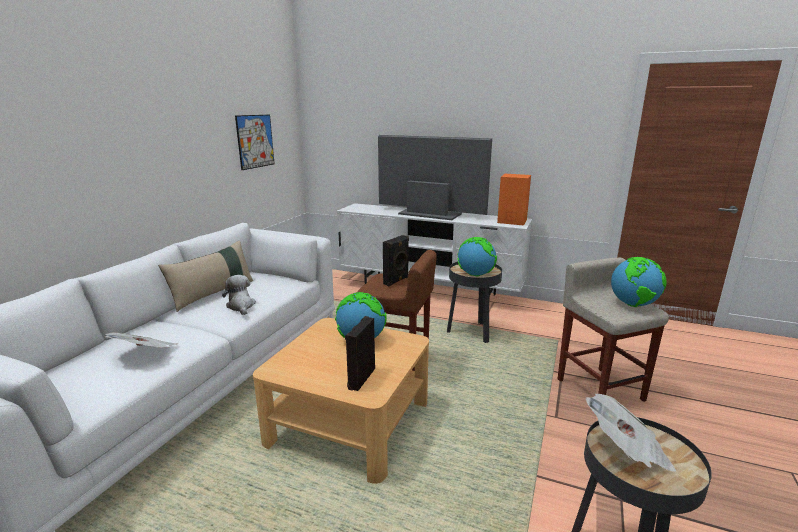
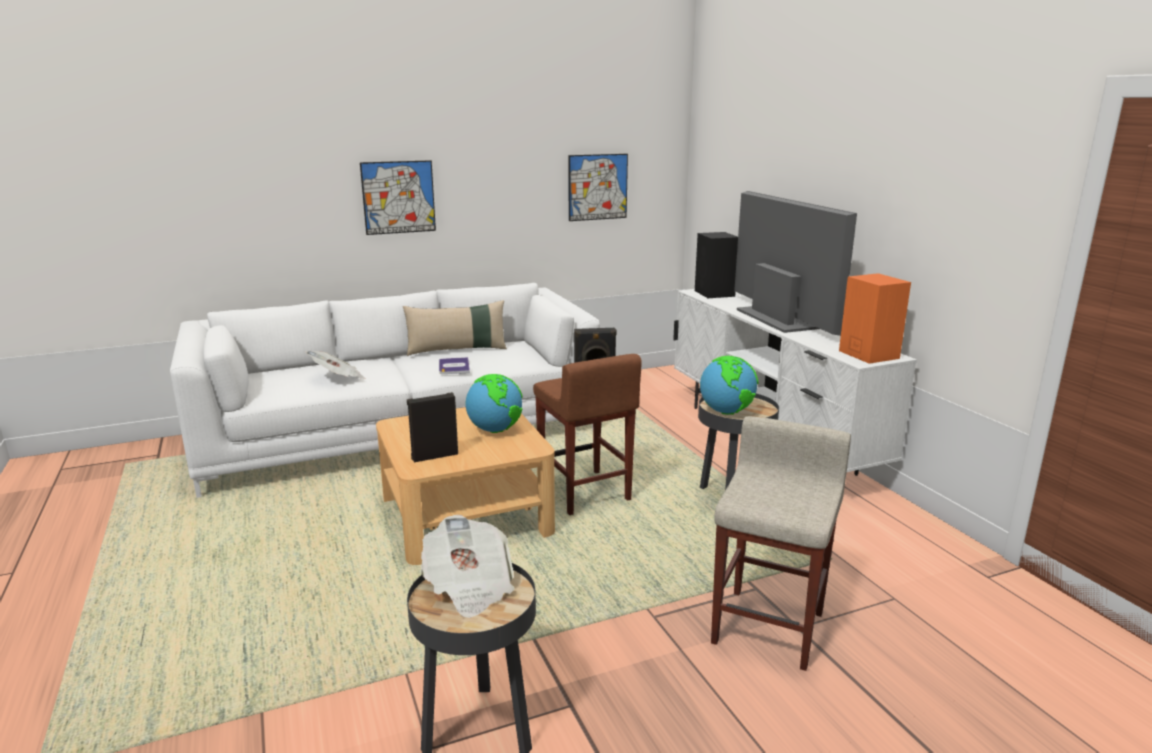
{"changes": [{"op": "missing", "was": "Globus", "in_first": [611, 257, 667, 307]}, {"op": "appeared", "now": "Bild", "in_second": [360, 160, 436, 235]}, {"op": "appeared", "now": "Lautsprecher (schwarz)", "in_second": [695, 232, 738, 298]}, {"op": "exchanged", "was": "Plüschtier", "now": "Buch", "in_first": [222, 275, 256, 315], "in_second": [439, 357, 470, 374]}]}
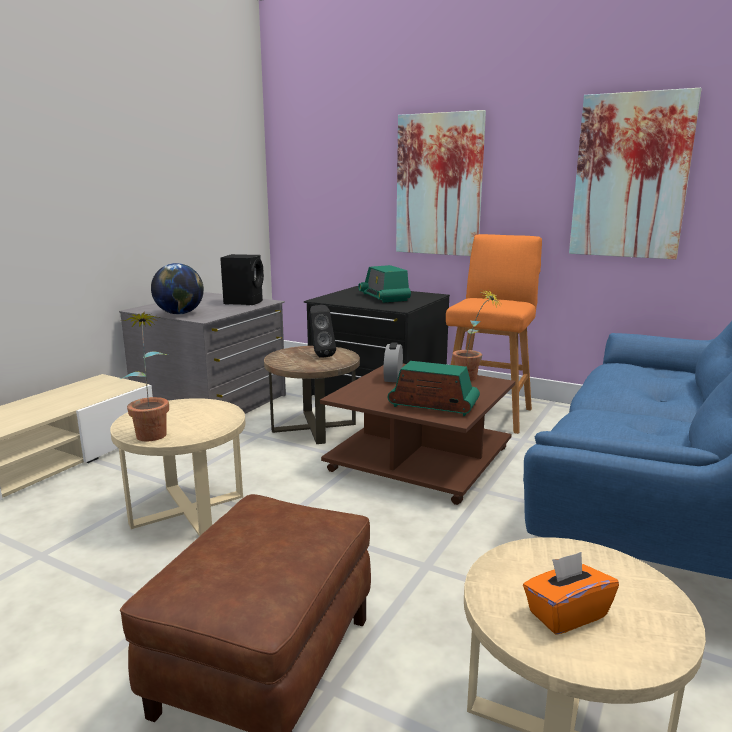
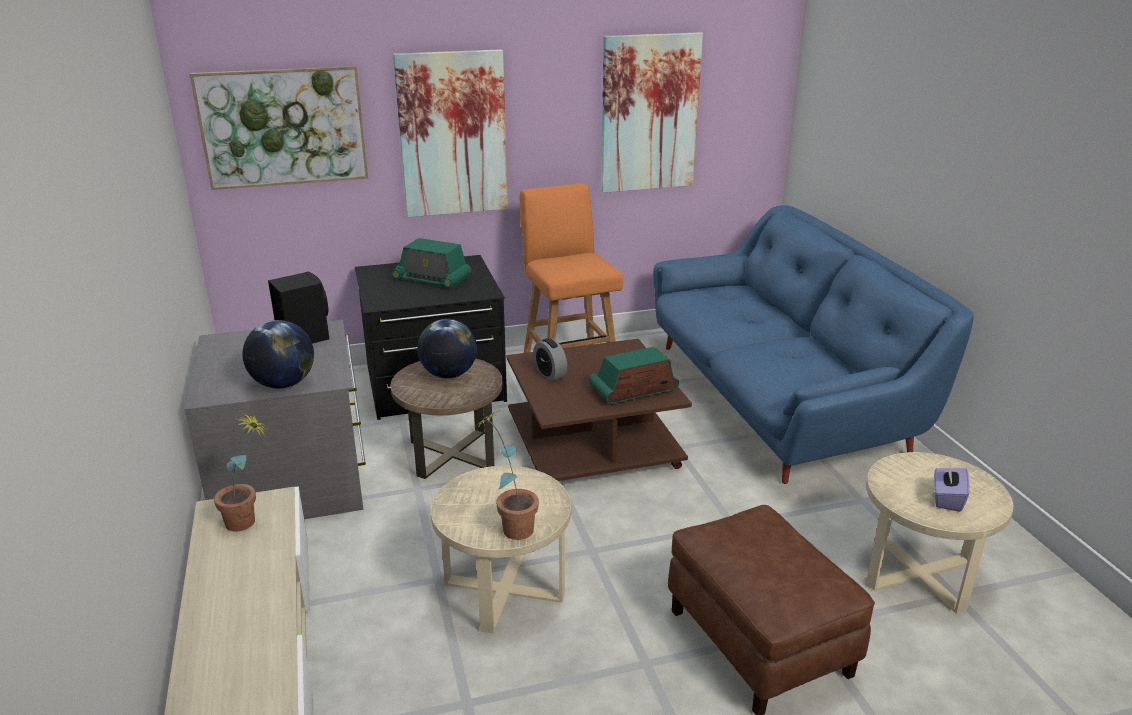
{"changes": [{"op": "appeared", "now": "Bild", "in_second": [190, 66, 368, 190]}, {"op": "relocated", "was": "Topfpflanze", "in_first": [453, 290, 500, 381], "in_second": [214, 414, 268, 531]}, {"op": "exchanged", "was": "Lautsprecher (schwarz)", "now": "Globus", "in_first": [309, 305, 336, 358], "in_second": [417, 319, 477, 378]}, {"op": "colour", "was": "Taschentuchbox (orange)", "now": "Taschentuchbox (lila)", "in_first": [523, 552, 619, 635], "in_second": [934, 464, 969, 512]}]}
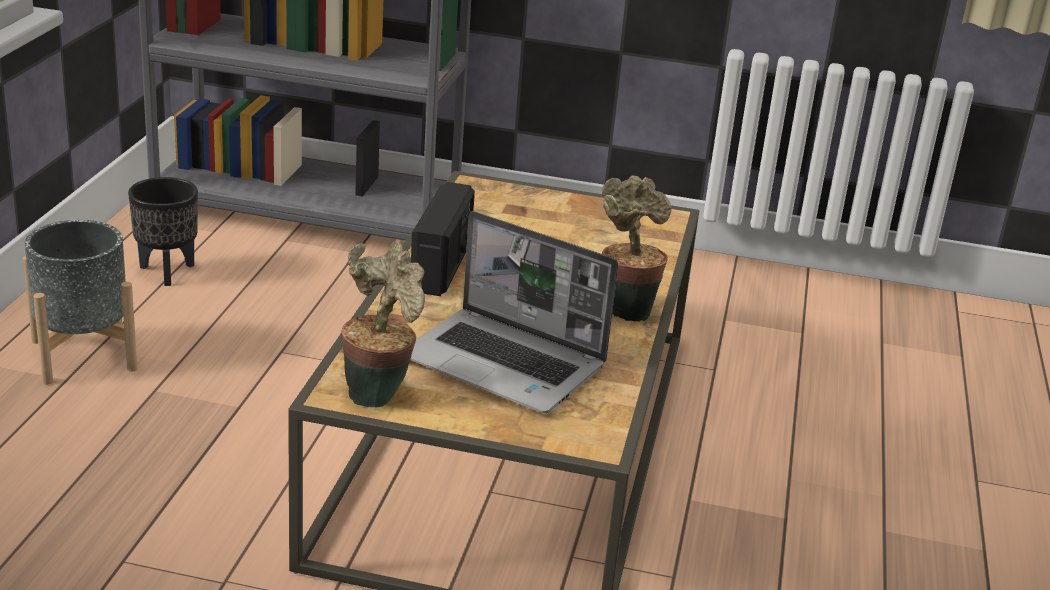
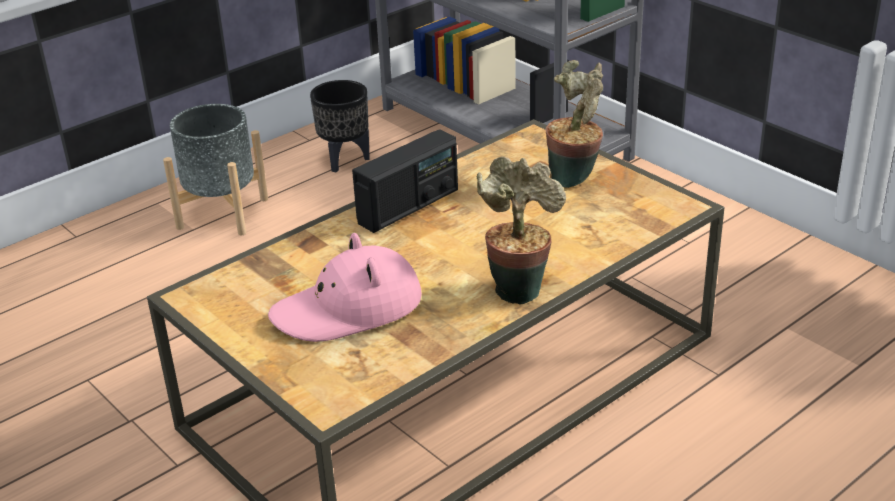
{"changes": [{"op": "relocated", "was": "Topfpflanze", "in_first": [342, 241, 425, 407], "in_second": [545, 60, 603, 188]}, {"op": "exchanged", "was": "Laptop", "now": "Hut (rosa)", "in_first": [410, 211, 618, 413], "in_second": [268, 233, 422, 342]}]}
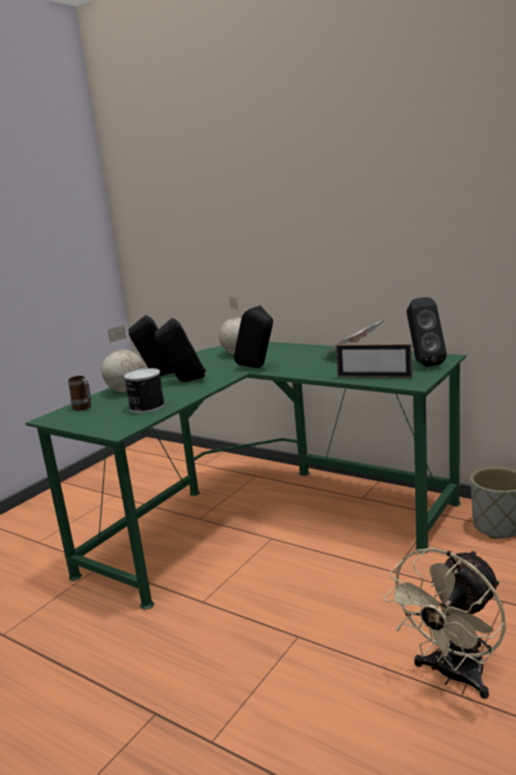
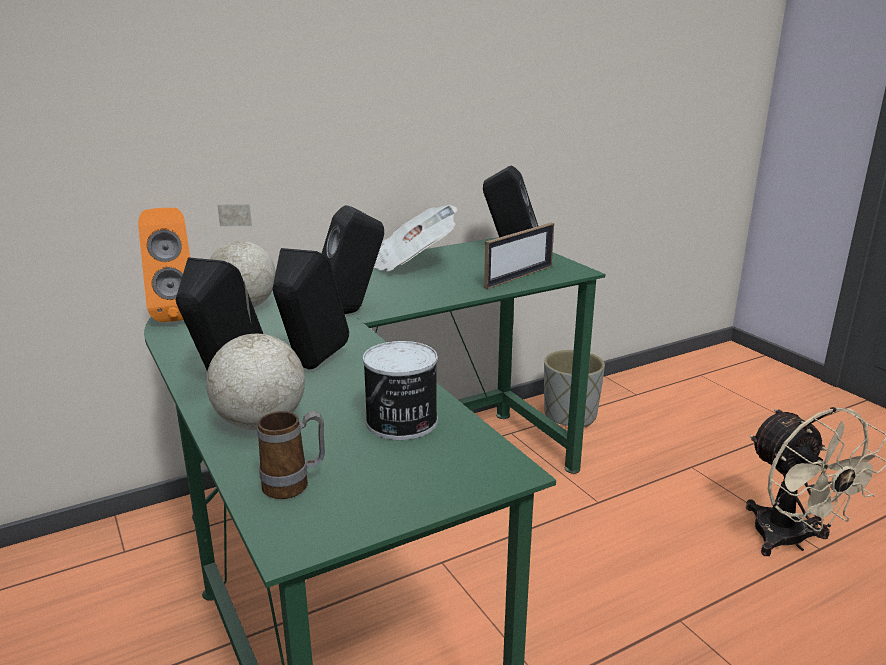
{"changes": [{"op": "appeared", "now": "Lautsprecher (orange)", "in_second": [138, 208, 190, 322]}]}
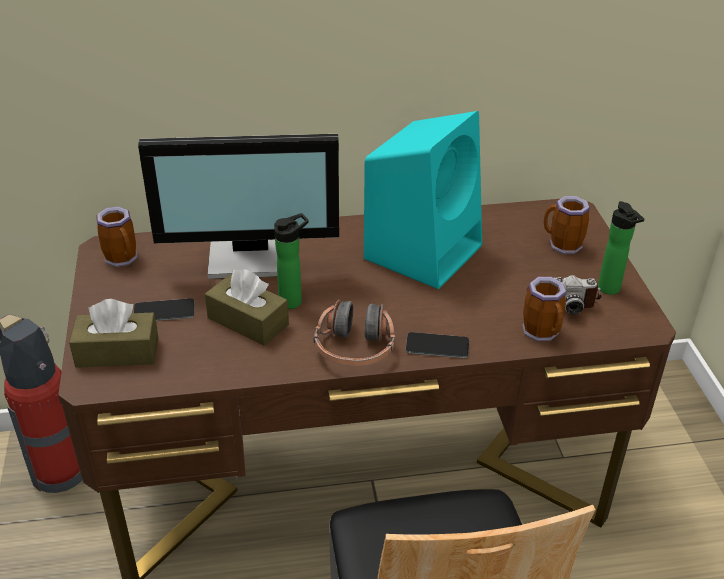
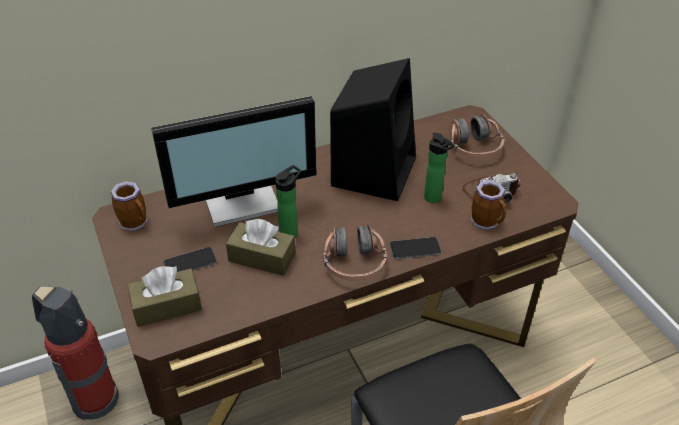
{"changes": [{"op": "relocated", "was": "Flasche", "in_first": [598, 201, 644, 295], "in_second": [424, 133, 455, 203]}, {"op": "exchanged", "was": "Henkelbecher", "now": "Kopfhörer", "in_first": [544, 196, 590, 254], "in_second": [449, 114, 505, 158]}, {"op": "colour", "was": "Lautsprecher (türkis)", "now": "Lautsprecher (schwarz)", "in_first": [364, 111, 482, 289], "in_second": [330, 58, 416, 201]}]}
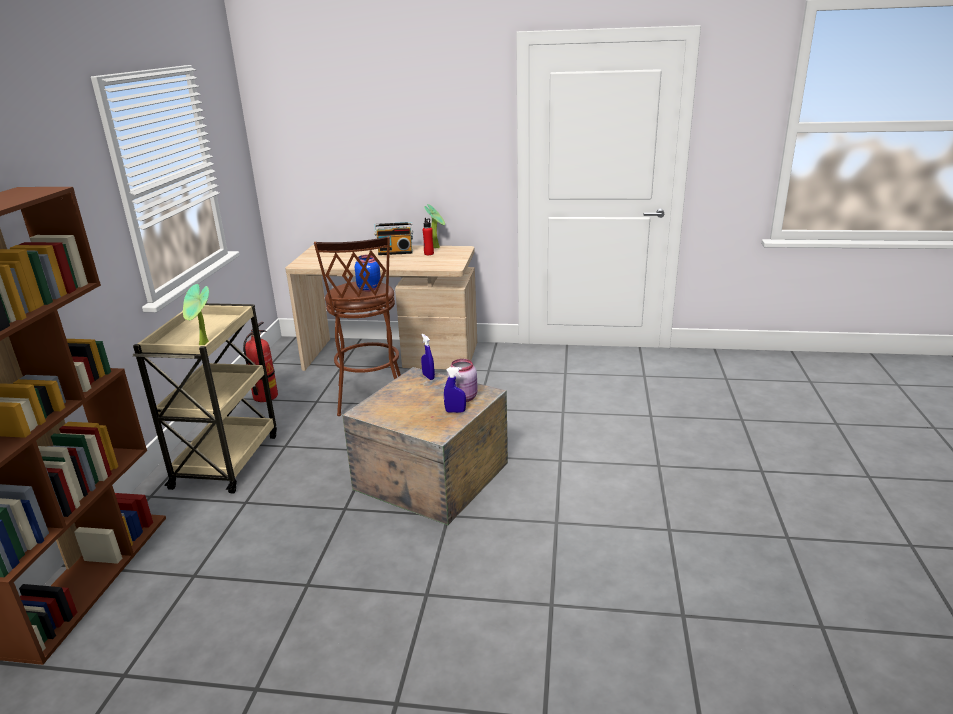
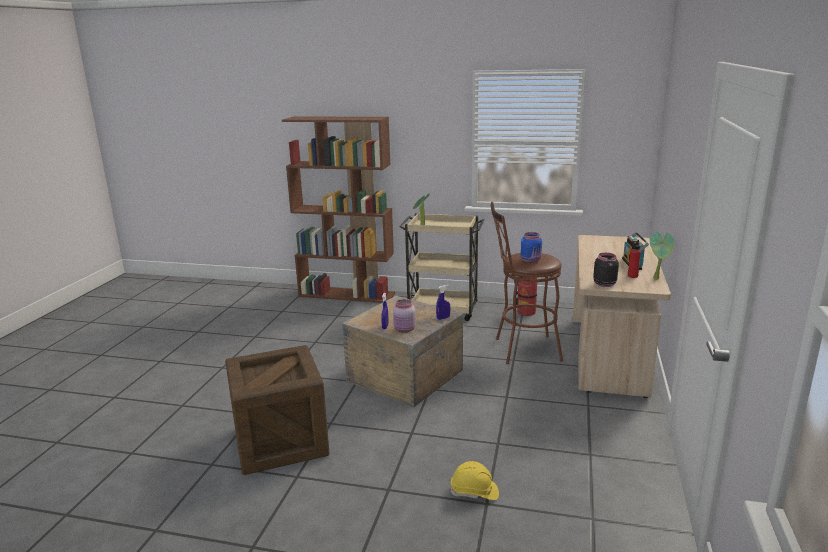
{"changes": [{"op": "appeared", "now": "Kiste", "in_second": [225, 345, 330, 475]}, {"op": "appeared", "now": "Schutzhelm (gelb)", "in_second": [450, 461, 499, 500]}, {"op": "appeared", "now": "Vorratsglas (schwarz)", "in_second": [593, 253, 619, 287]}]}
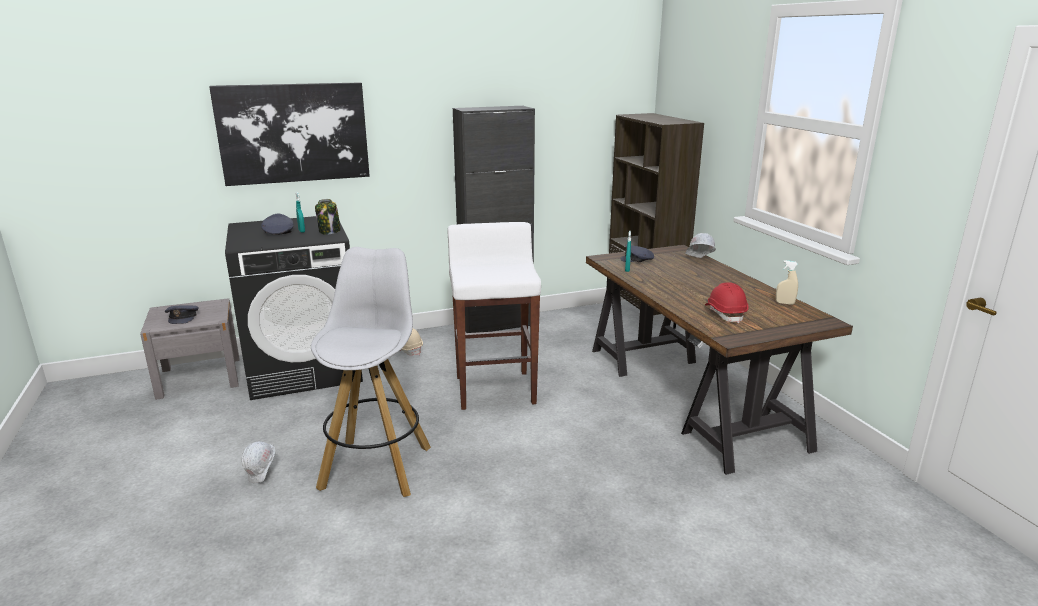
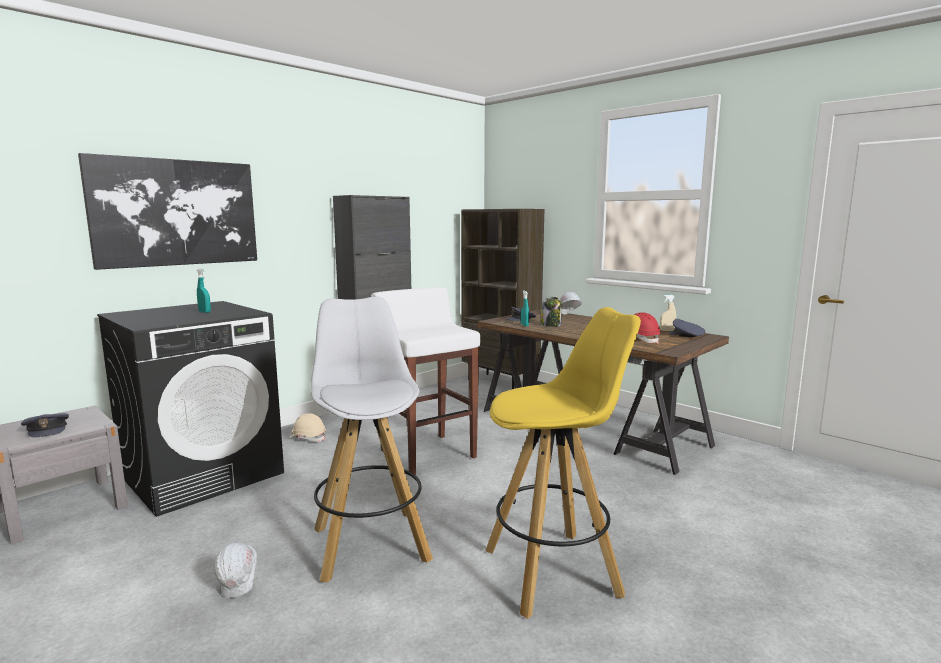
{"changes": [{"op": "appeared", "now": "Hocker (gelb)", "in_second": [485, 307, 641, 619]}, {"op": "relocated", "was": "Kappe (grau)", "in_first": [261, 213, 294, 235], "in_second": [669, 319, 705, 337]}, {"op": "relocated", "was": "Vorratsglas", "in_first": [315, 199, 341, 235], "in_second": [541, 297, 562, 327]}]}
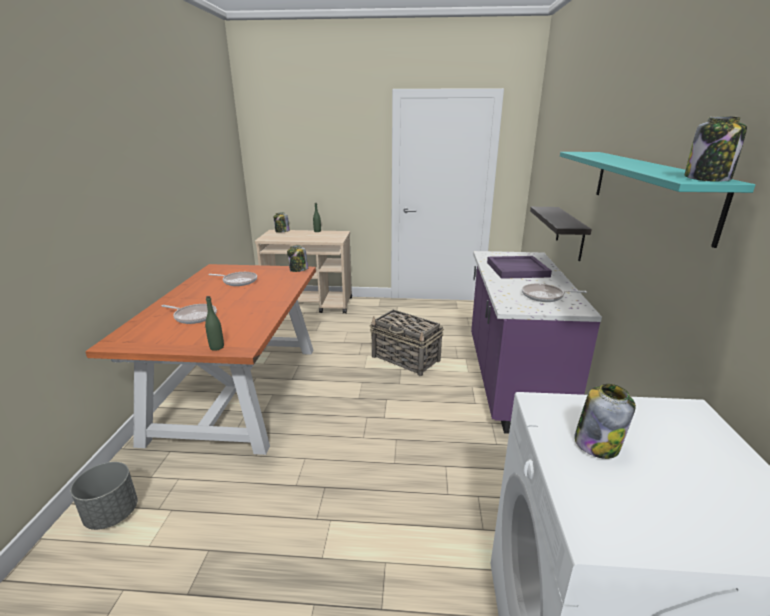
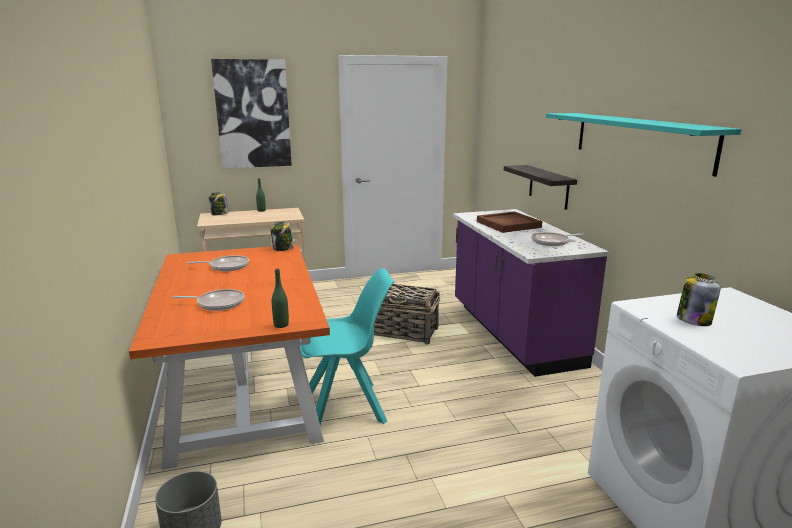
{"changes": [{"op": "missing", "was": "Vorratsglas", "in_first": [684, 116, 747, 182]}, {"op": "appeared", "now": "Bild", "in_second": [211, 59, 292, 168]}, {"op": "appeared", "now": "Stuhl (türkis)", "in_second": [300, 268, 394, 425]}, {"op": "colour", "was": "Tablett (lila)", "now": "Tablett (braun)", "in_first": [487, 256, 552, 279], "in_second": [477, 211, 542, 233]}]}
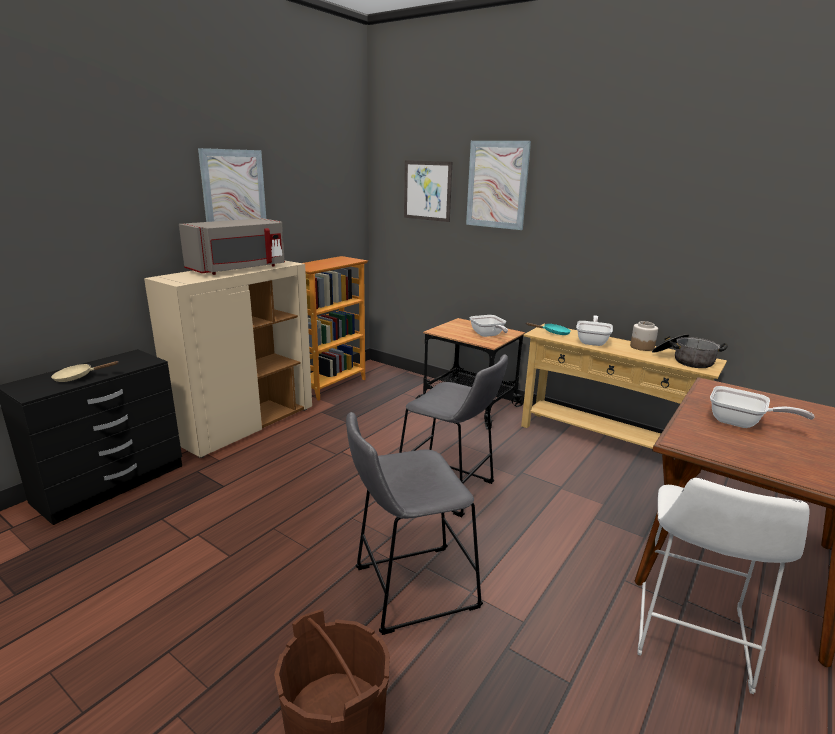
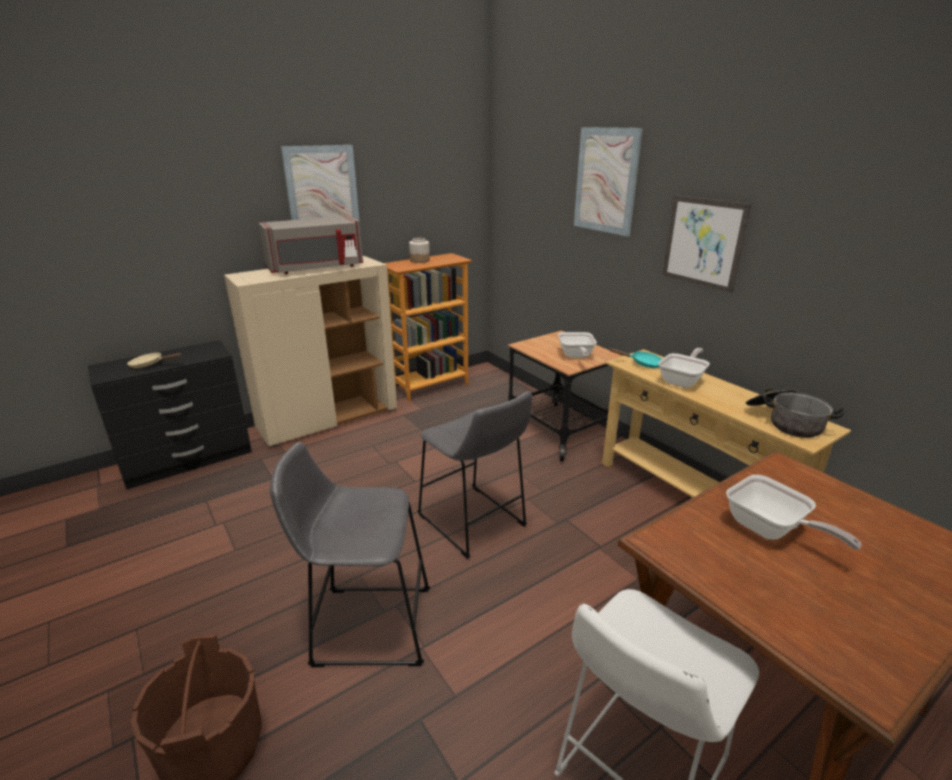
{"changes": [{"op": "relocated", "was": "Bild", "in_first": [404, 160, 452, 222], "in_second": [662, 195, 751, 293]}, {"op": "relocated", "was": "Vorratsglas", "in_first": [630, 321, 658, 351], "in_second": [409, 238, 430, 263]}]}
